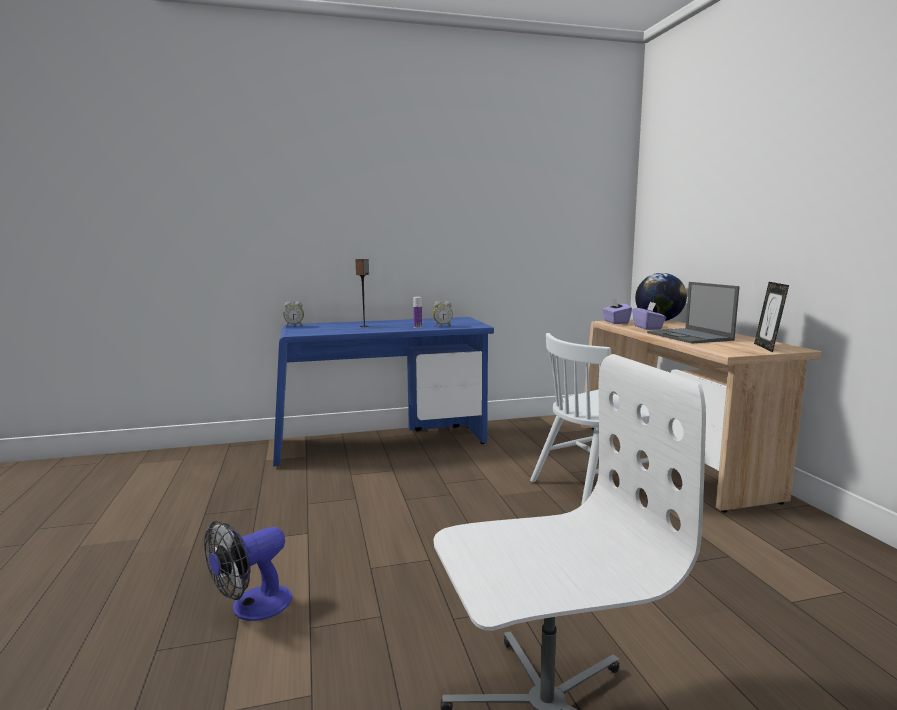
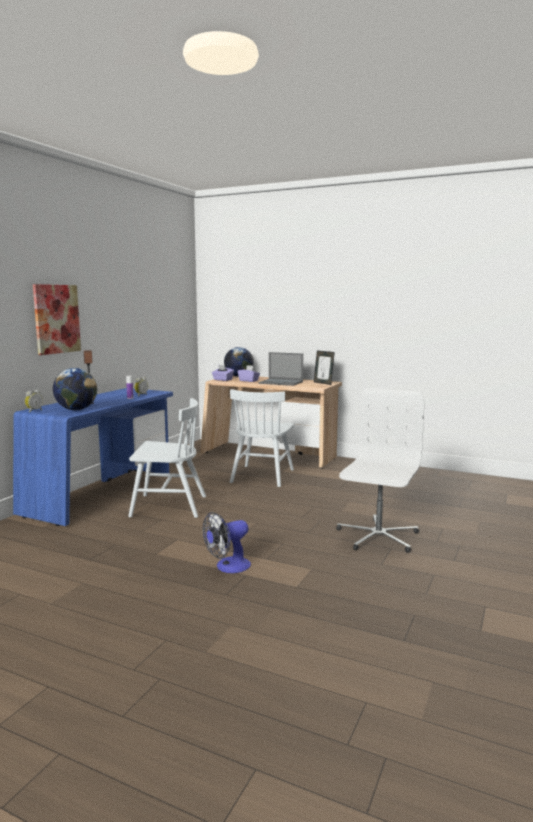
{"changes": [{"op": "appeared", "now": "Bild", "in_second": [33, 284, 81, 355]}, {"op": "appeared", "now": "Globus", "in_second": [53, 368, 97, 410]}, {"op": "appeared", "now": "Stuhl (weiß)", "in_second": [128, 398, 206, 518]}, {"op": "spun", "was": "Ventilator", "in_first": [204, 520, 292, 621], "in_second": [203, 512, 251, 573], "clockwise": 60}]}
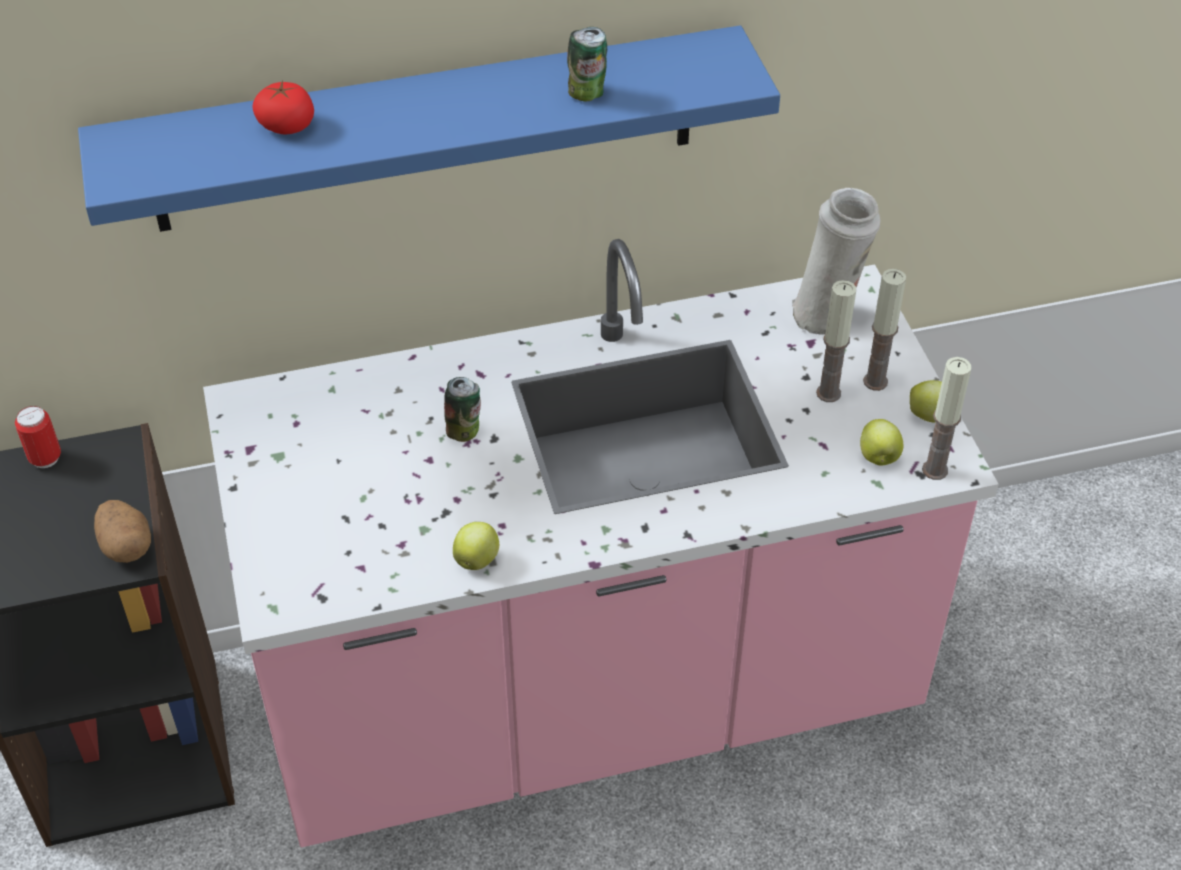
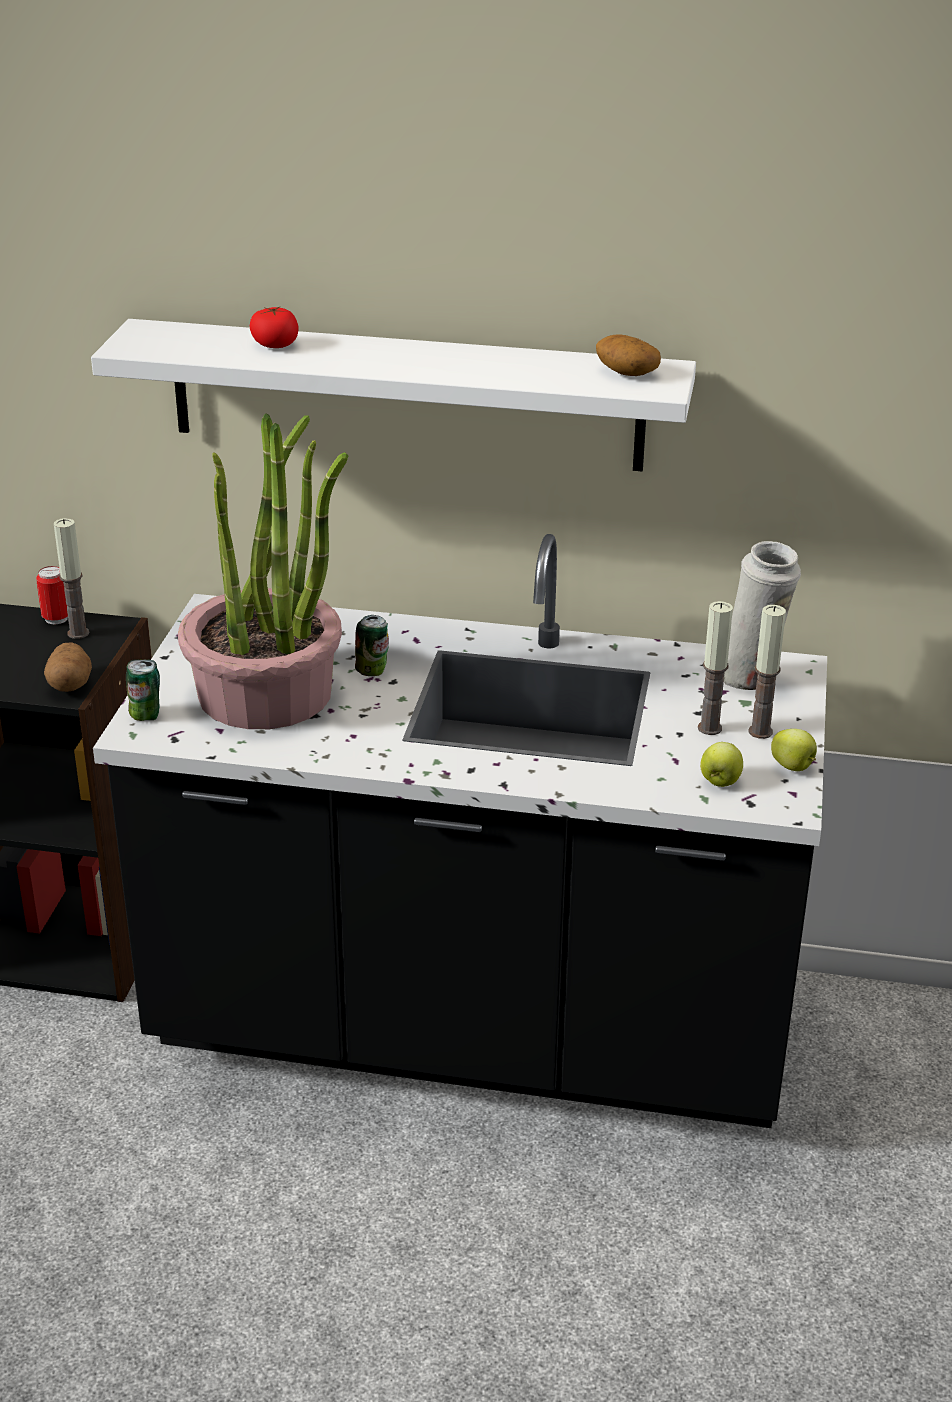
{"changes": [{"op": "missing", "was": "Apfel", "in_first": [453, 522, 499, 570]}, {"op": "appeared", "now": "Topfpflanze", "in_second": [178, 414, 348, 729]}, {"op": "appeared", "now": "Kartoffel", "in_second": [596, 334, 661, 376]}, {"op": "relocated", "was": "Dose", "in_first": [567, 27, 607, 101], "in_second": [126, 660, 160, 721]}, {"op": "relocated", "was": "Kerze", "in_first": [922, 357, 971, 480], "in_second": [54, 518, 89, 639]}, {"op": "colour", "was": "Wandregal (blau)", "now": "Wandregal (weiß)", "in_first": [78, 25, 780, 232], "in_second": [91, 319, 696, 472]}, {"op": "colour", "was": "Küchenzeile (rosa)", "now": "Küchenzeile (schwarz)", "in_first": [203, 239, 999, 847], "in_second": [93, 534, 827, 1128]}]}
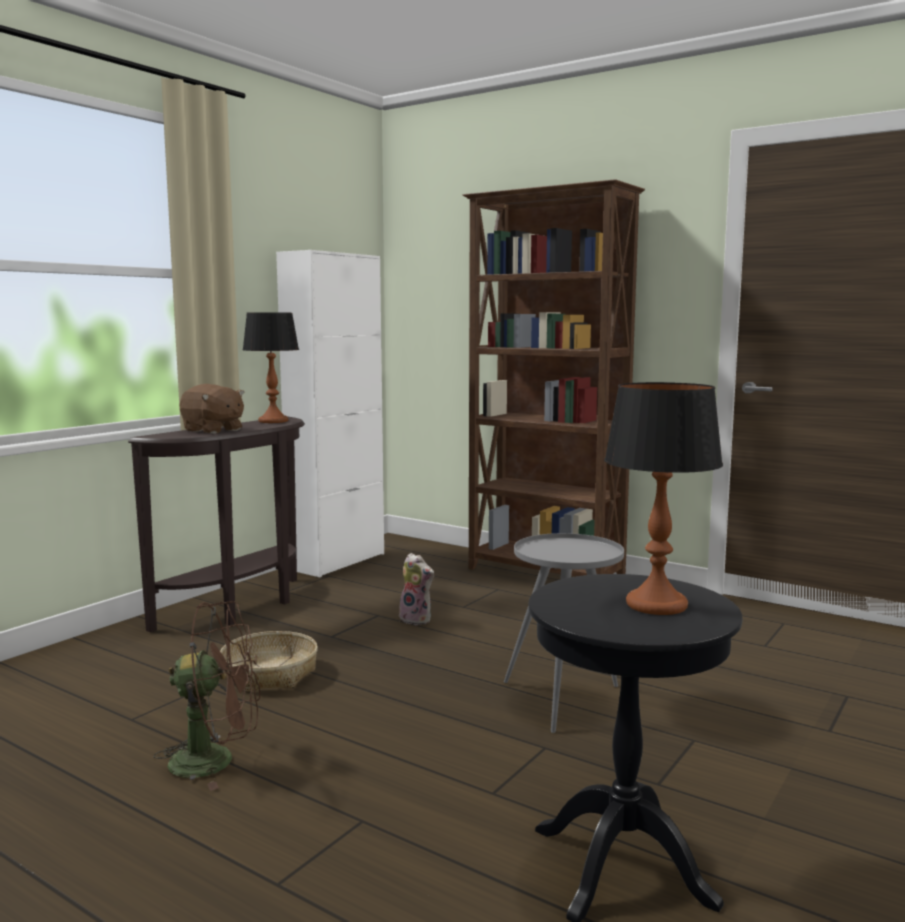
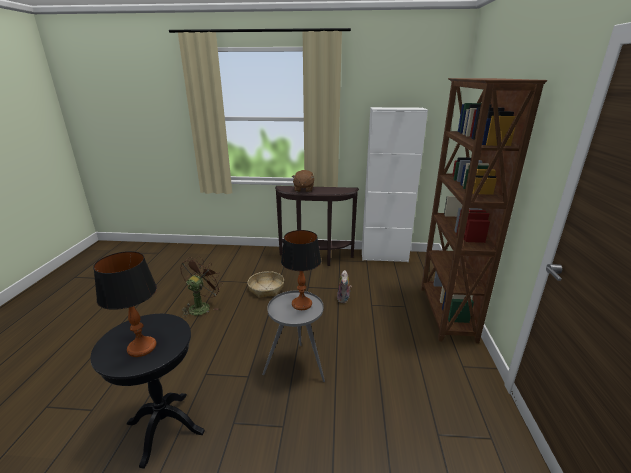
{"changes": [{"op": "relocated", "was": "Tischlampe", "in_first": [243, 313, 299, 423], "in_second": [281, 230, 321, 310]}, {"op": "spun", "was": "Ventilator (braun)", "in_first": [154, 601, 260, 791], "in_second": [180, 256, 223, 317], "clockwise": -120}]}
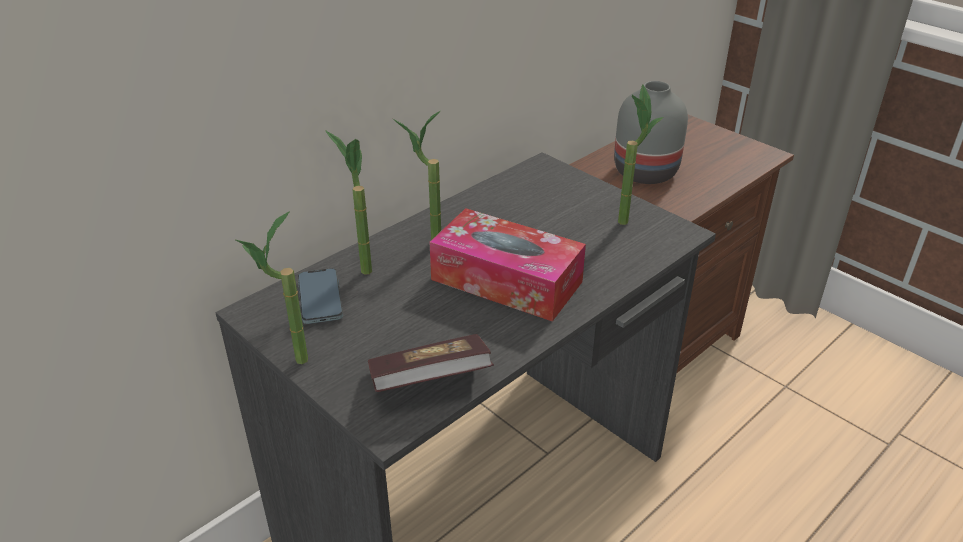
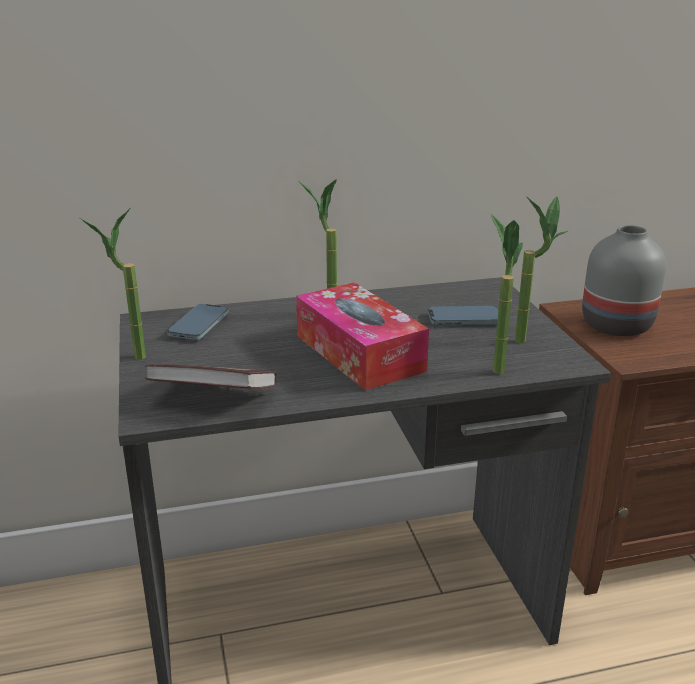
{"changes": [{"op": "appeared", "now": "Handy", "in_second": [428, 306, 498, 325]}, {"op": "relocated", "was": "Topfpflanze", "in_first": [325, 130, 372, 275], "in_second": [491, 214, 523, 374]}]}
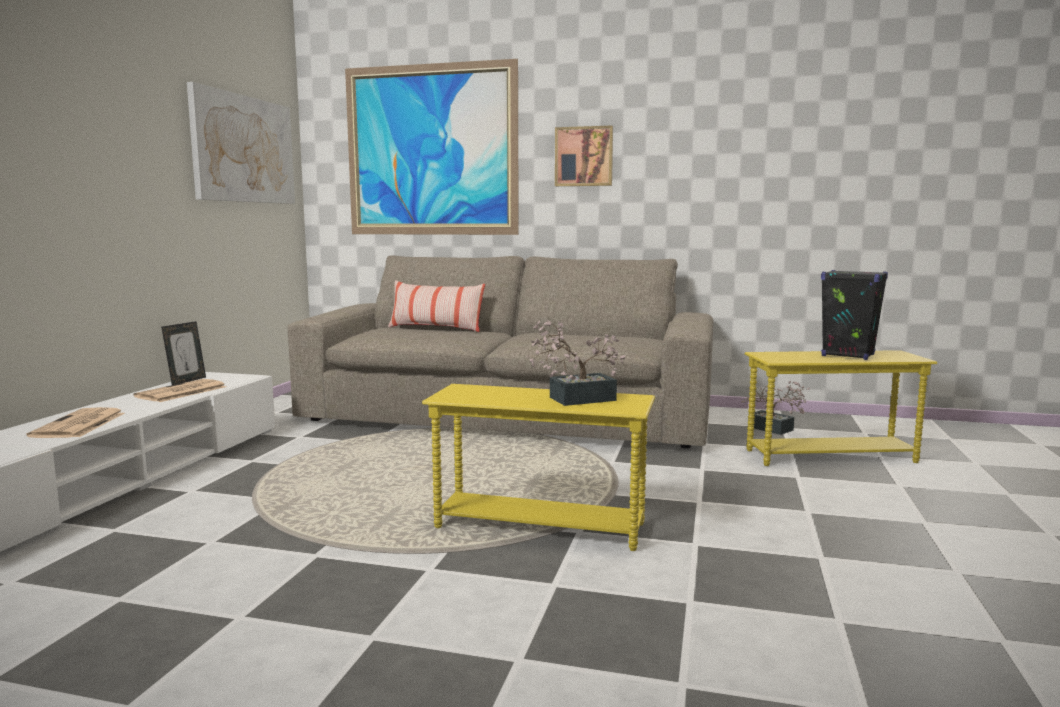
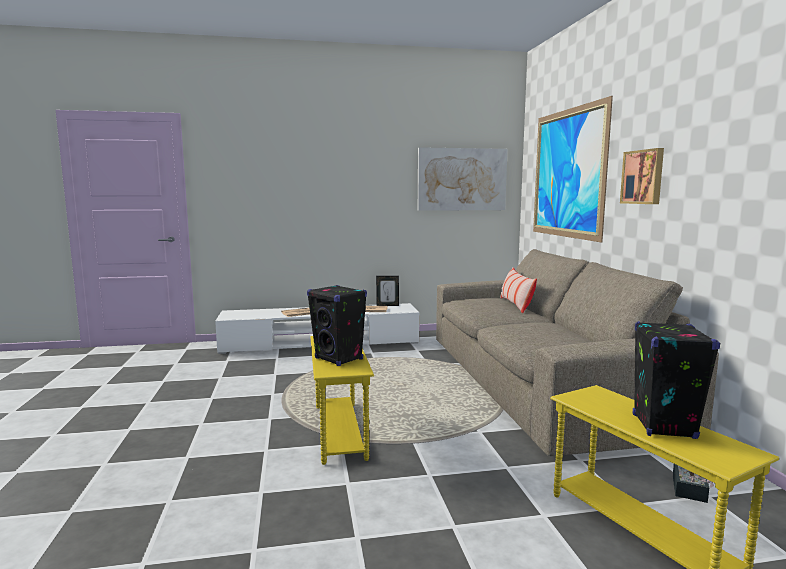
{"changes": [{"op": "exchanged", "was": "Topfpflanze", "now": "Lautsprecher (schwarz)", "in_first": [530, 320, 625, 406], "in_second": [307, 285, 367, 366]}]}
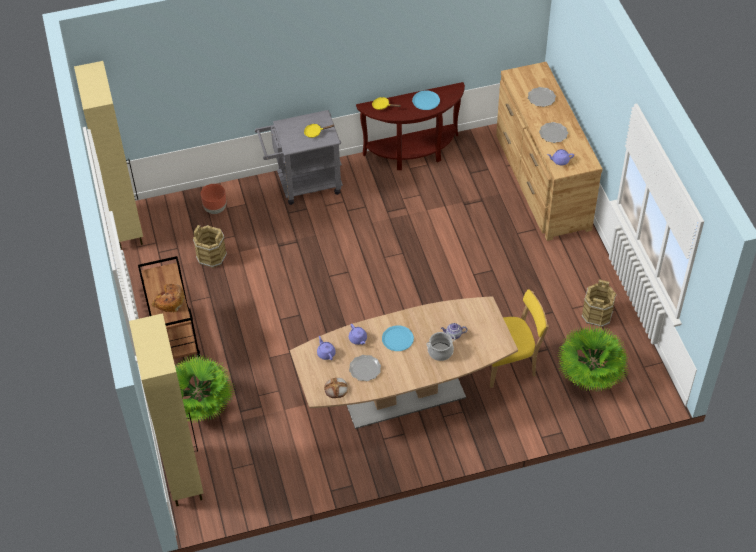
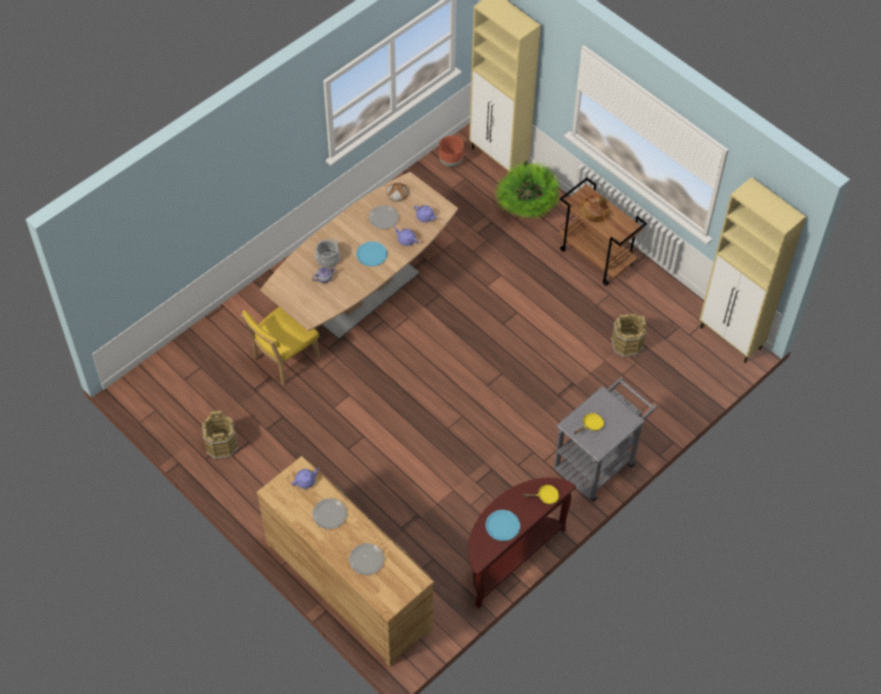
{"changes": [{"op": "missing", "was": "Topfpflanze", "in_first": [558, 325, 629, 391]}, {"op": "relocated", "was": "Pflanzkübel (braun)", "in_first": [201, 184, 227, 214], "in_second": [439, 136, 464, 167]}]}
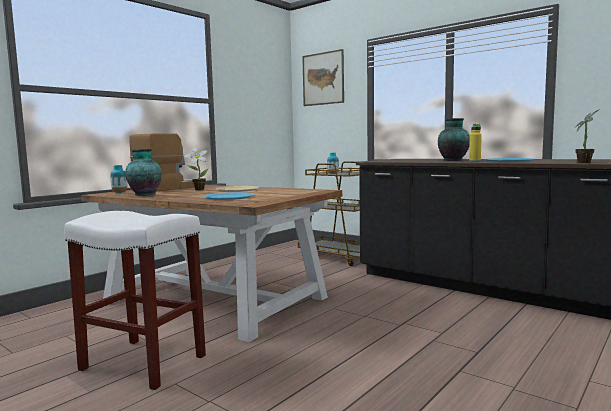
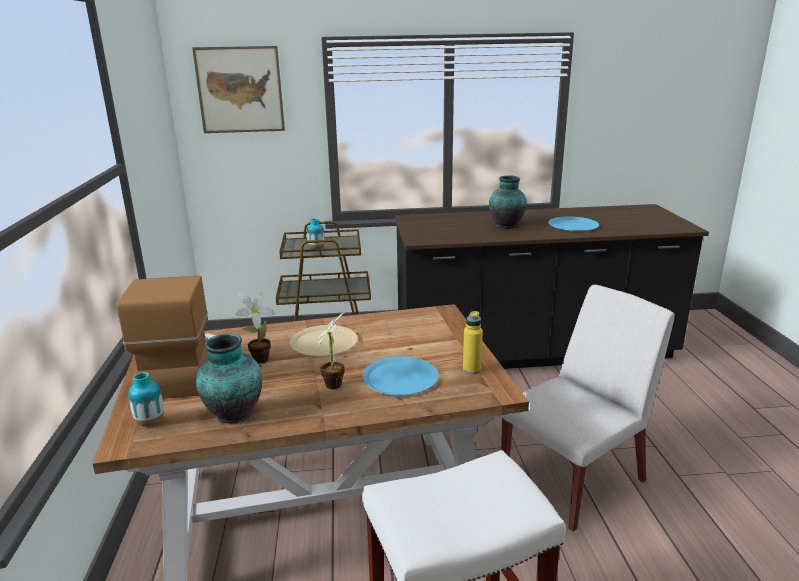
{"changes": [{"op": "appeared", "now": "Stuhl (weiß)", "in_second": [501, 285, 675, 531]}, {"op": "relocated", "was": "Flasche (gelb)", "in_first": [469, 124, 482, 162], "in_second": [463, 311, 483, 374]}, {"op": "relocated", "was": "Topfpflanze", "in_first": [574, 109, 600, 163], "in_second": [317, 312, 345, 389]}]}
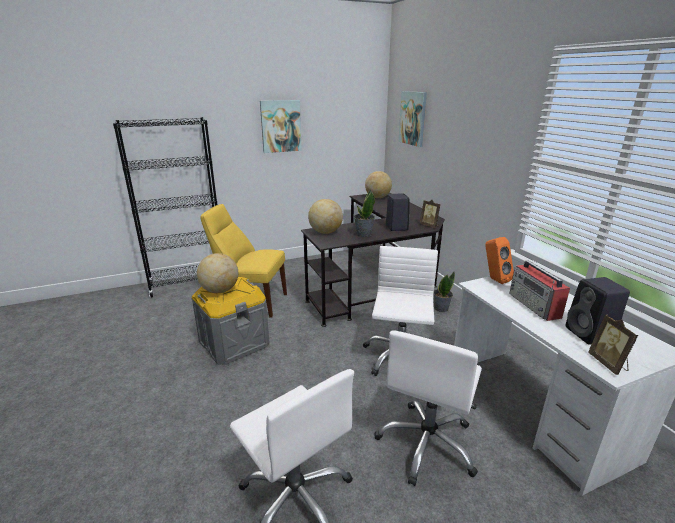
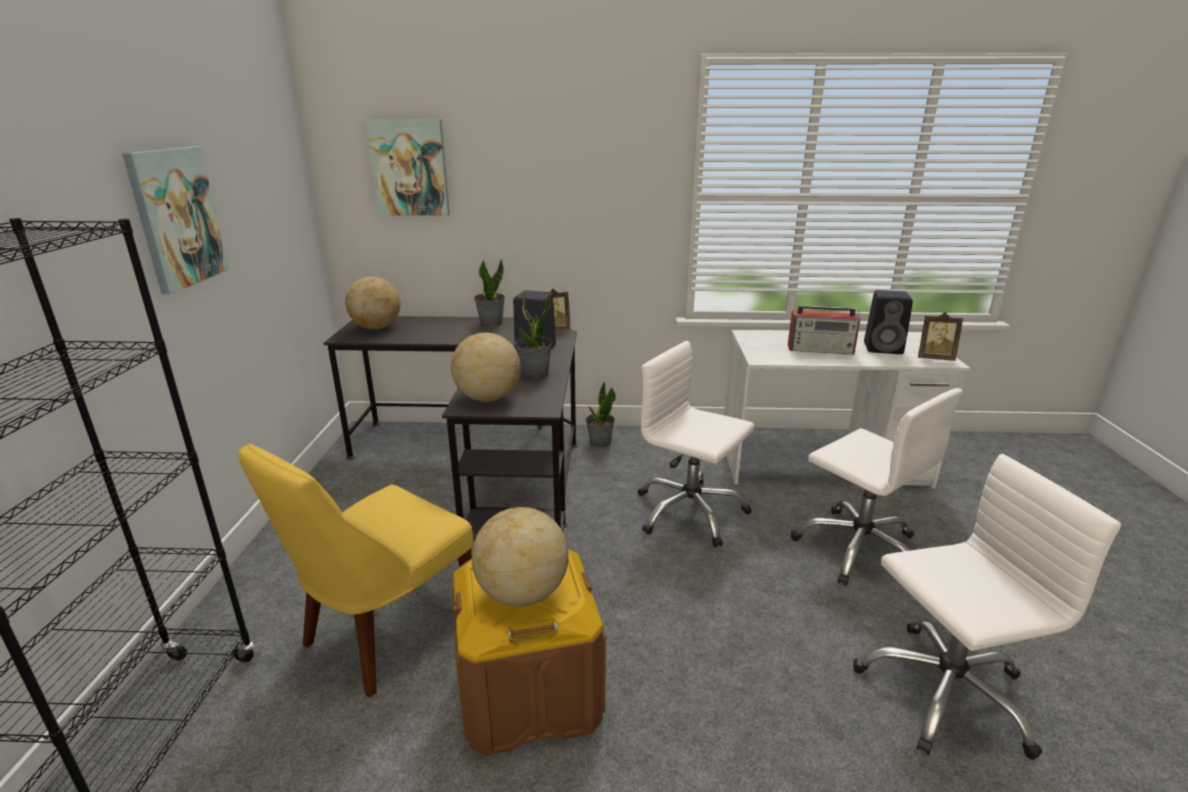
{"changes": [{"op": "missing", "was": "Lautsprecher (orange)", "in_first": [485, 237, 514, 284]}, {"op": "appeared", "now": "Topfpflanze", "in_second": [474, 259, 505, 327]}, {"op": "colour", "was": "Aufbewahrungsbox (grau)", "now": "Aufbewahrungsbox (braun)", "in_first": [192, 277, 269, 365], "in_second": [452, 549, 606, 757]}]}
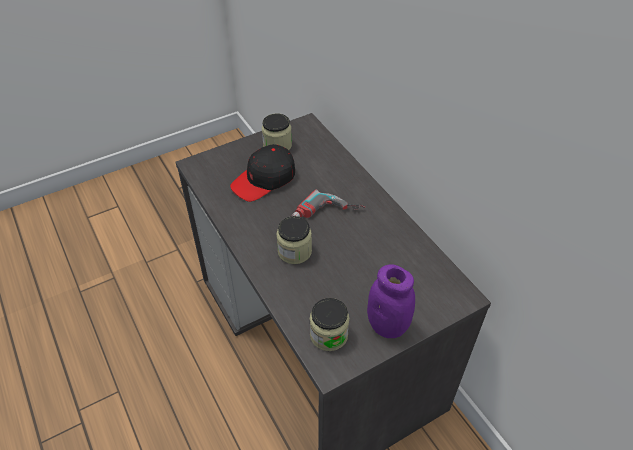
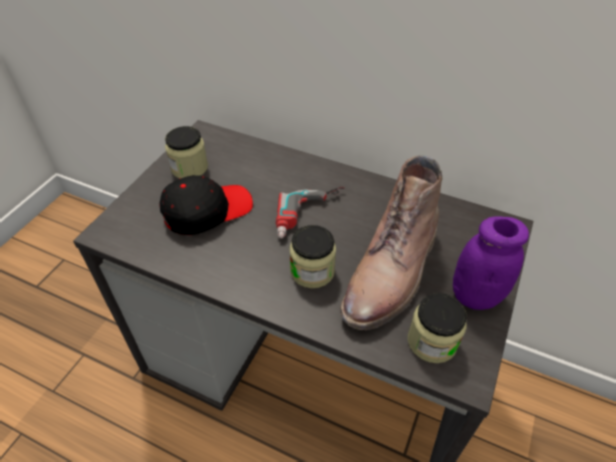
{"changes": [{"op": "appeared", "now": "Stiefel (braun)", "in_second": [340, 156, 443, 330]}, {"op": "spun", "was": "Kappe (schwarz)", "in_first": [230, 144, 295, 202], "in_second": [160, 175, 253, 235], "clockwise": -135}]}
